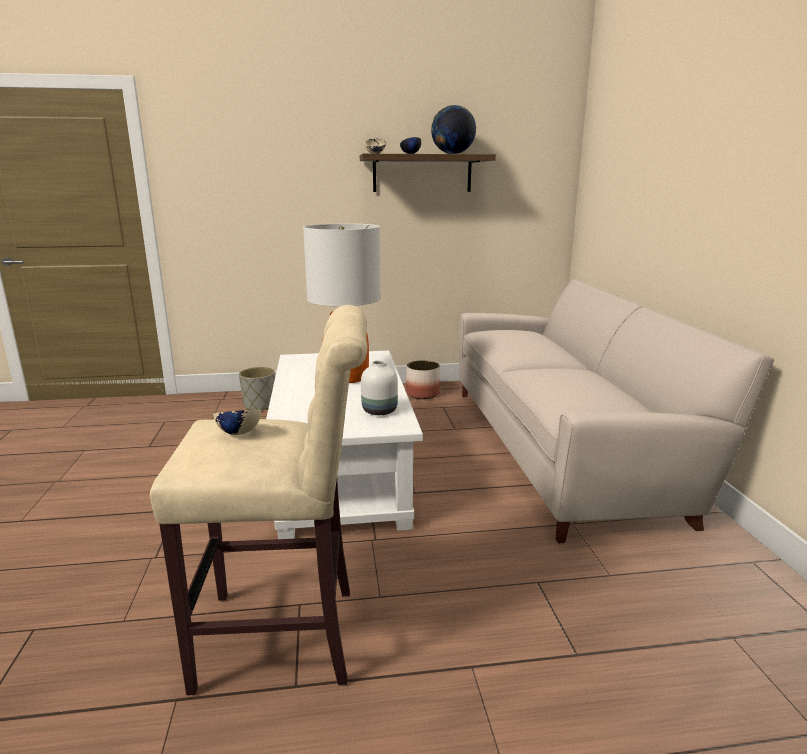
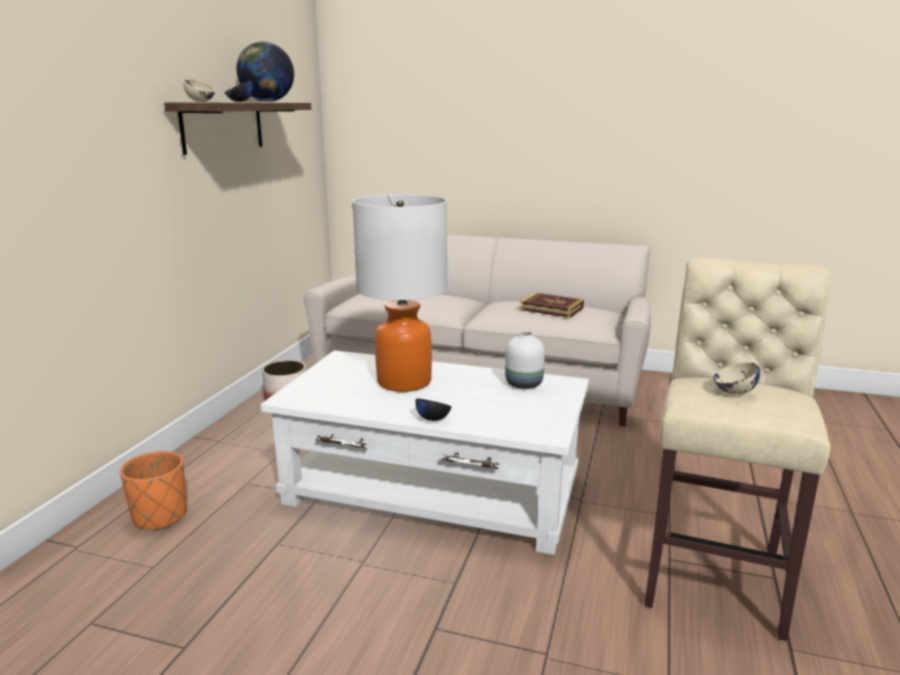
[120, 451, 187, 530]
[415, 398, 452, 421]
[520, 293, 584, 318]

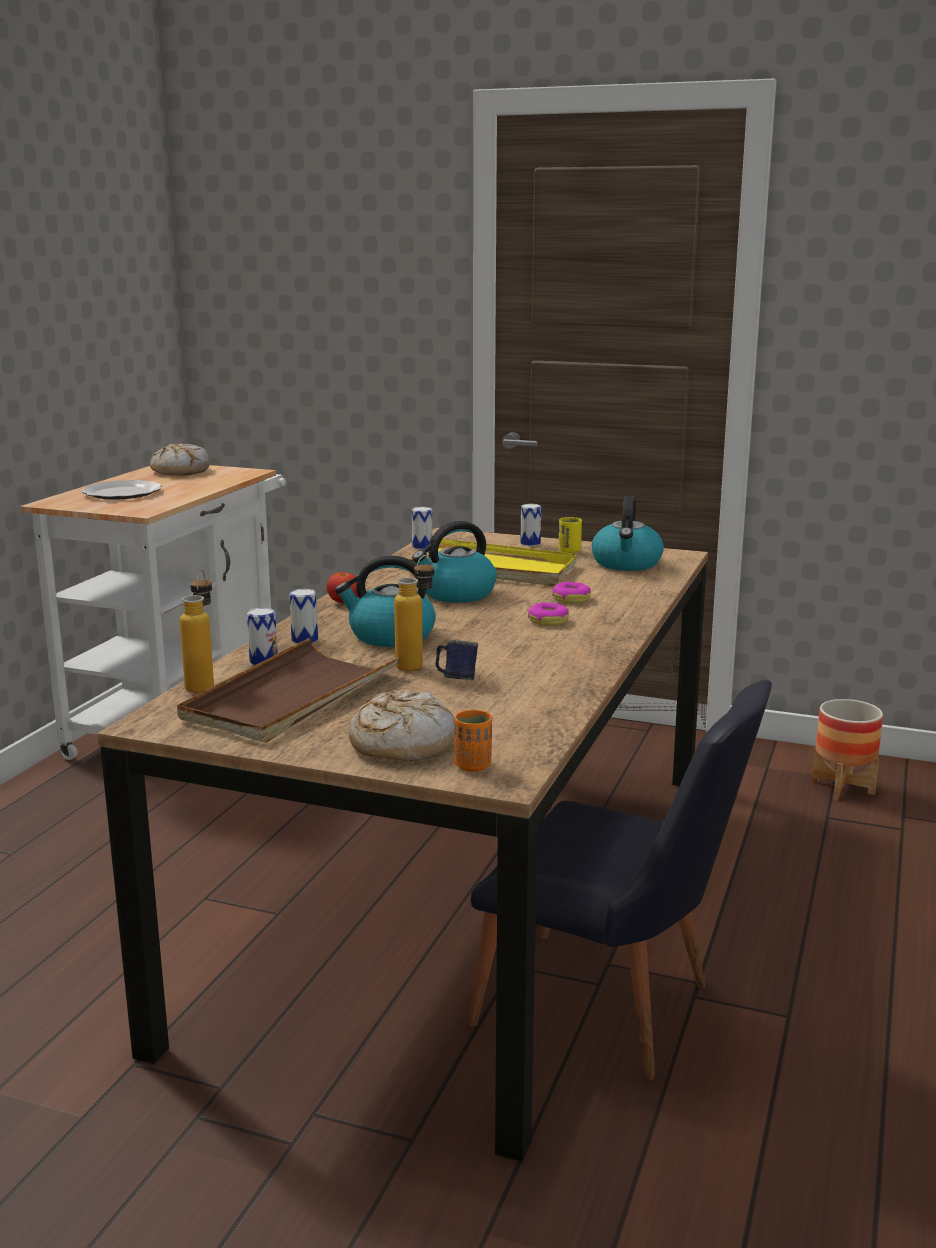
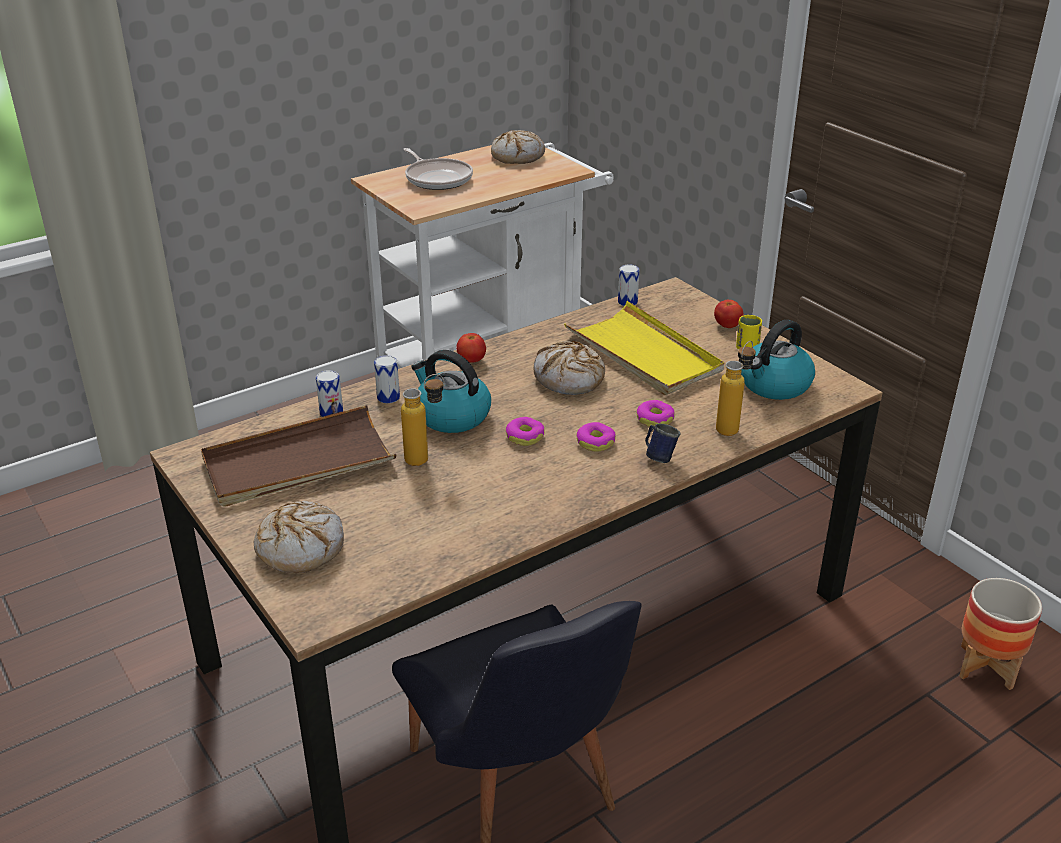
[403, 148, 473, 190]
[506, 417, 545, 446]
[534, 341, 605, 395]
[645, 423, 680, 463]
[714, 300, 743, 328]
[716, 341, 756, 436]
[454, 710, 492, 772] (first image)

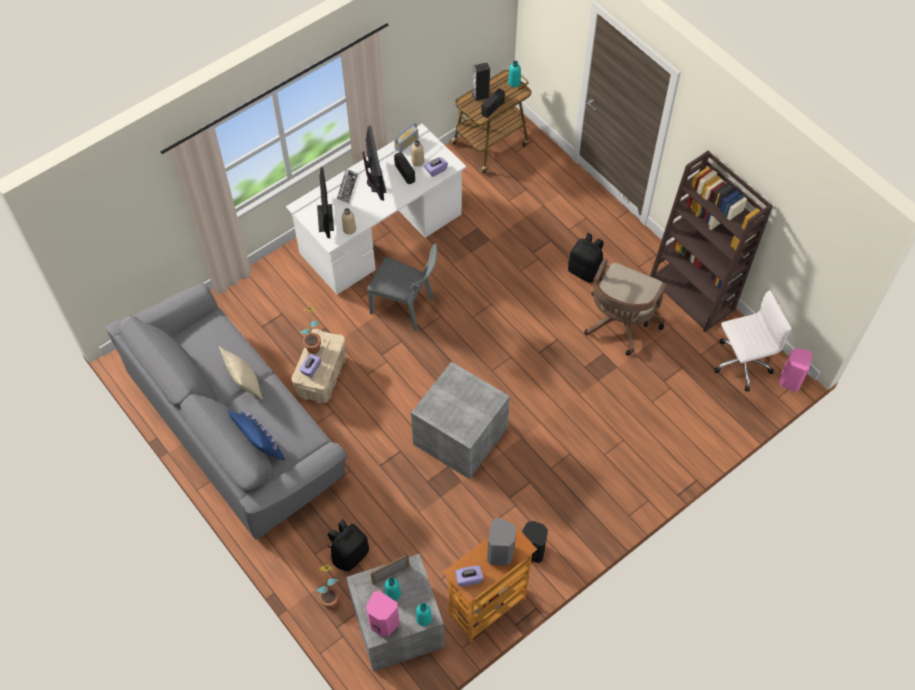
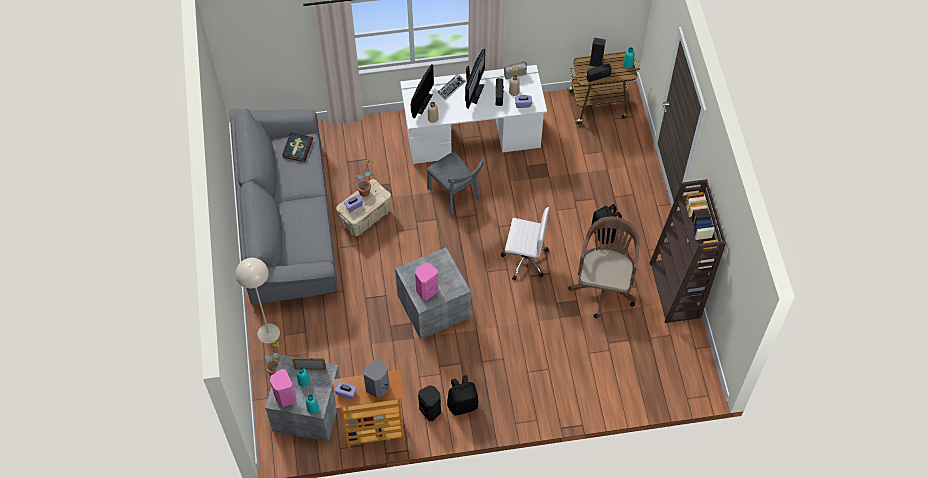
[235, 258, 280, 344]
[282, 133, 313, 162]
[415, 263, 438, 301]
[447, 375, 479, 416]
[501, 207, 549, 281]
[568, 216, 639, 318]
[219, 346, 263, 400] (first image)
[227, 410, 285, 460] (first image)

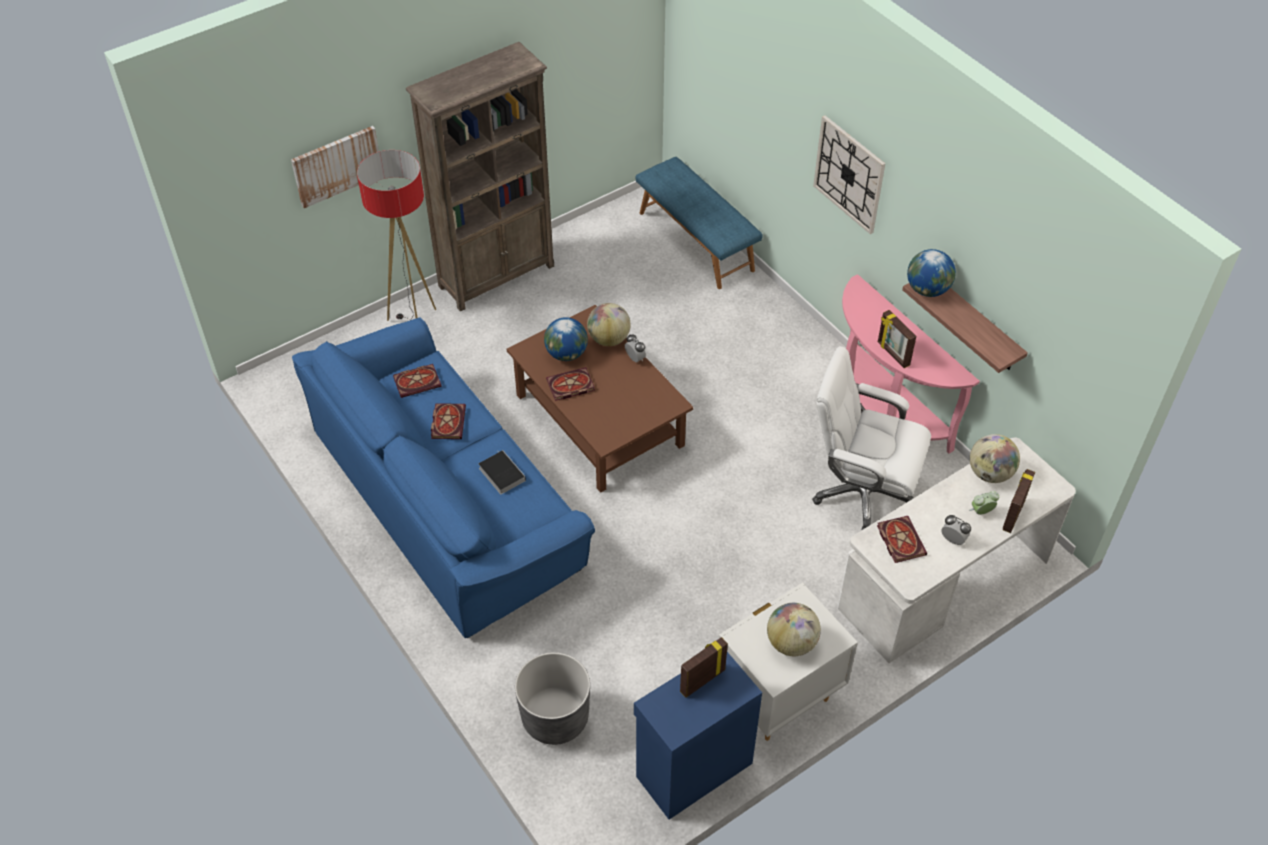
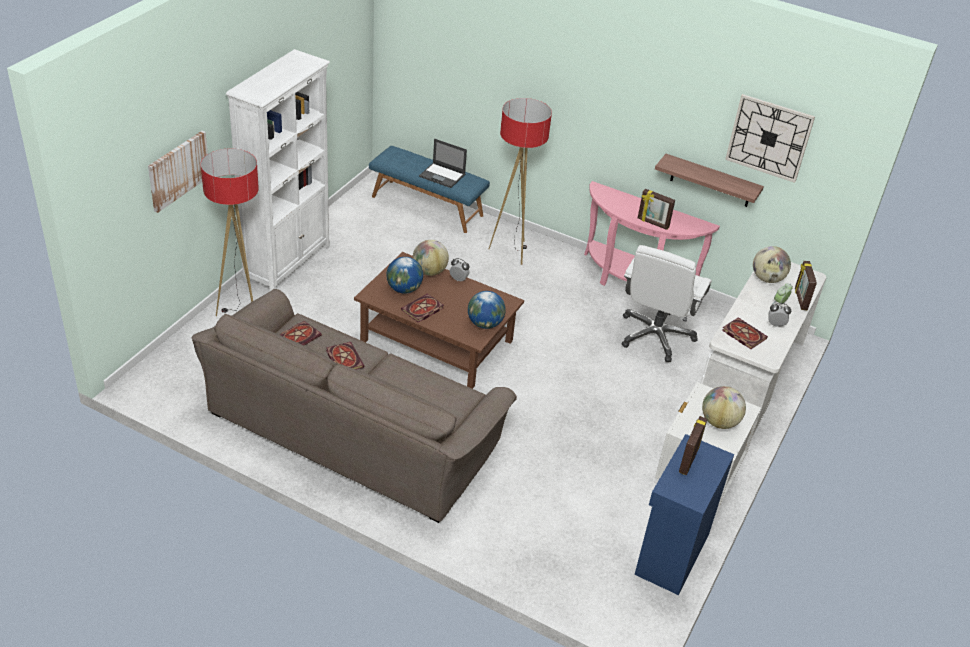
[191, 289, 517, 523]
[226, 49, 330, 292]
[419, 139, 467, 188]
[468, 291, 506, 329]
[489, 98, 552, 265]
[622, 245, 712, 362]
[725, 94, 815, 183]
[479, 450, 526, 494] (first image)
[515, 652, 590, 745] (first image)

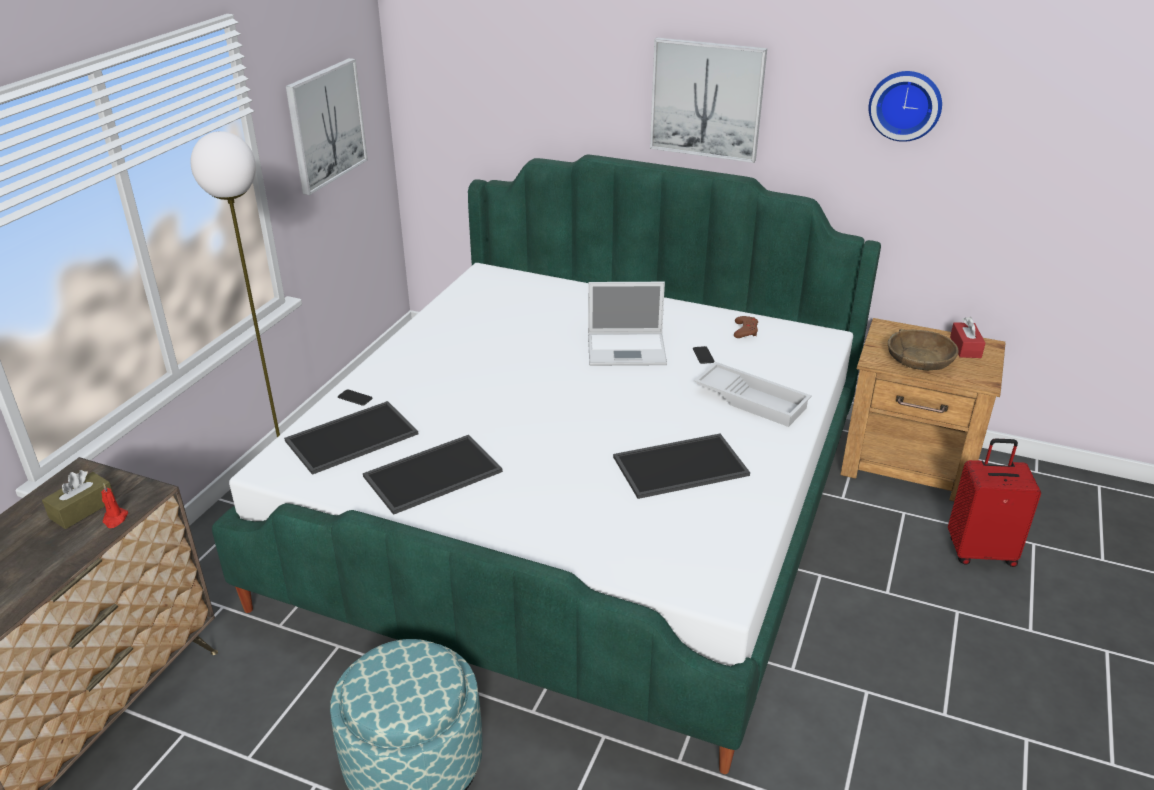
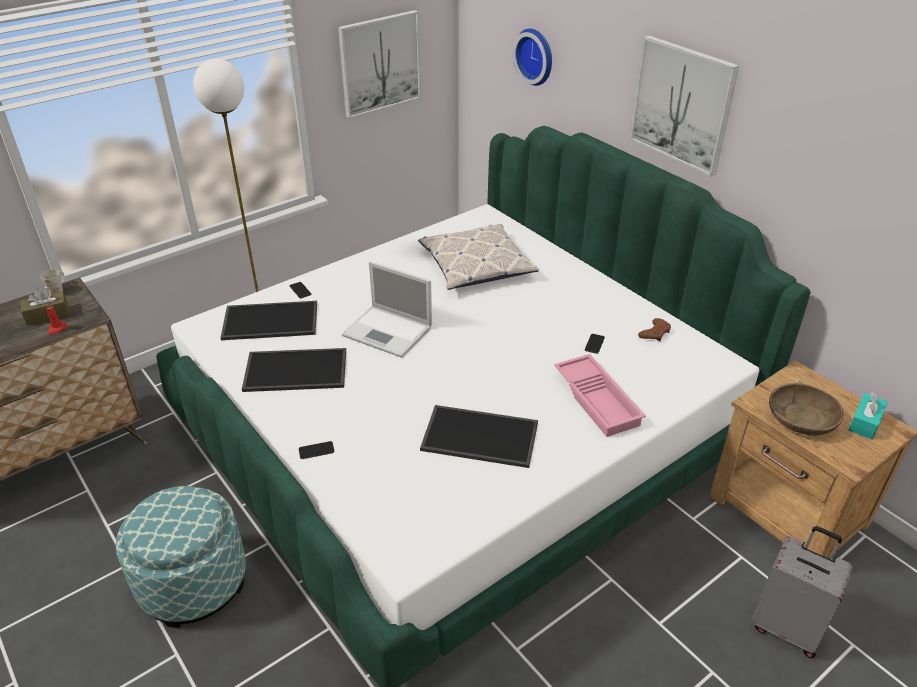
[41, 270, 65, 294]
[299, 441, 334, 459]
[342, 261, 432, 358]
[418, 224, 539, 290]
[513, 29, 552, 86]
[554, 354, 646, 437]
[752, 526, 853, 658]
[848, 392, 888, 439]

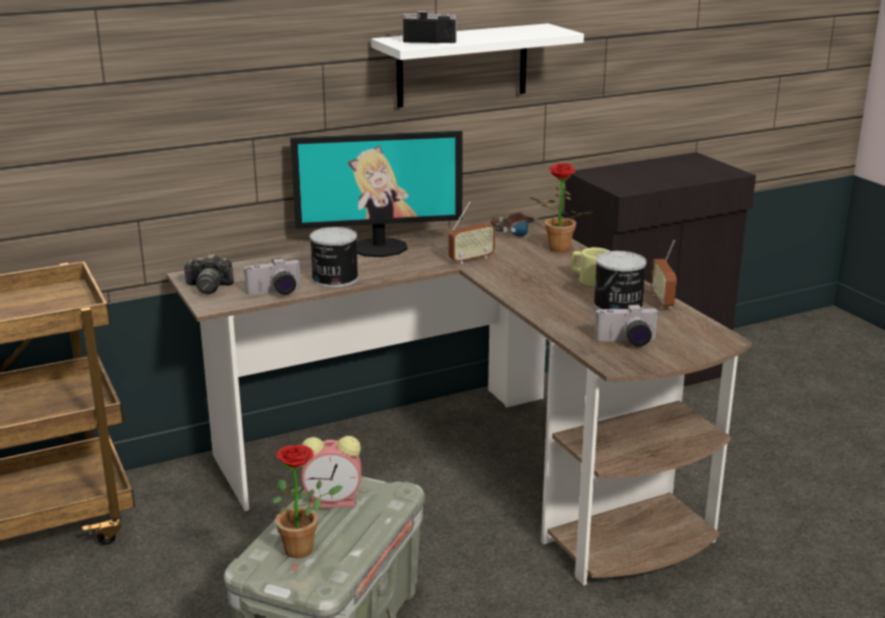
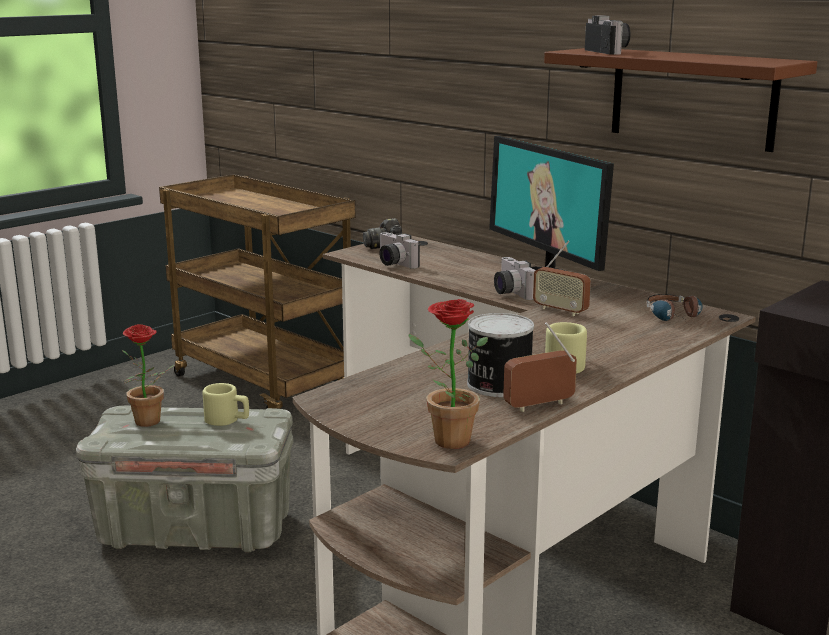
[203, 383, 249, 426]
[409, 299, 488, 449]
[494, 257, 535, 300]
[544, 48, 817, 152]
[310, 227, 358, 288] (first image)

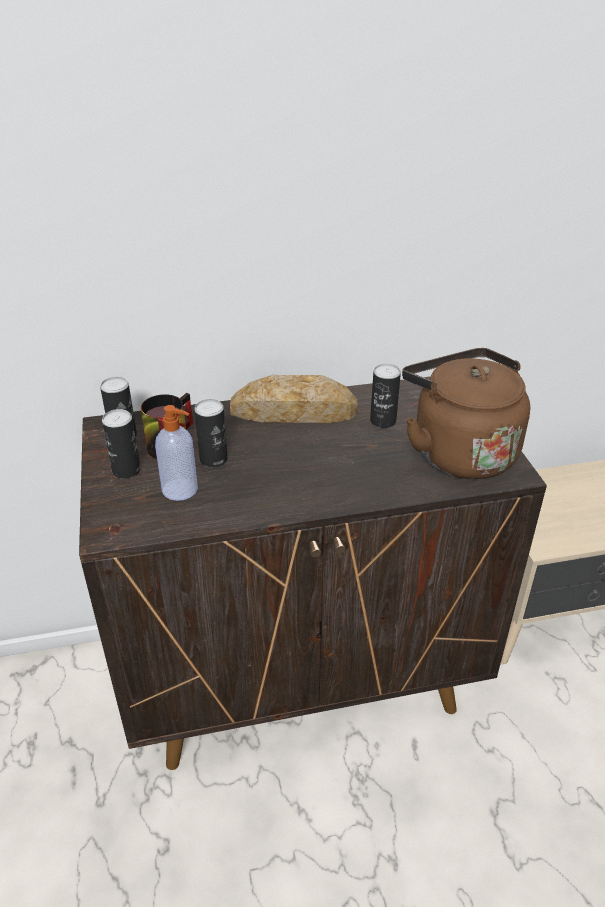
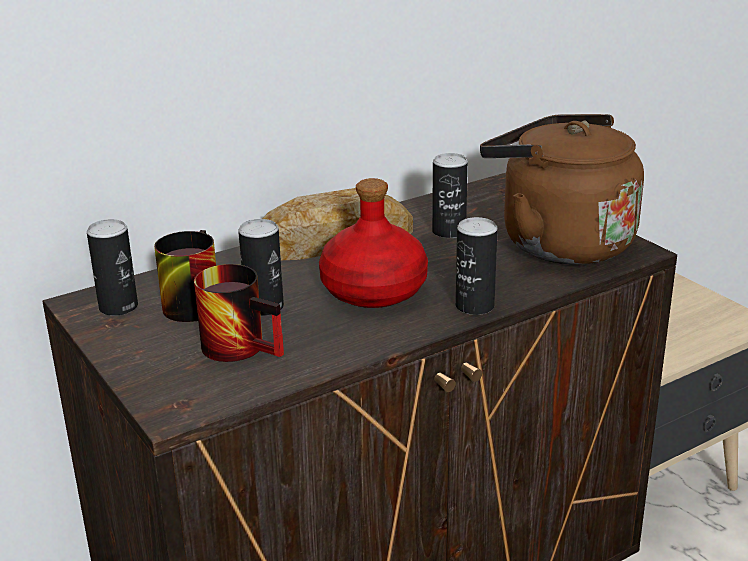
[194, 264, 284, 362]
[319, 178, 428, 308]
[456, 217, 498, 315]

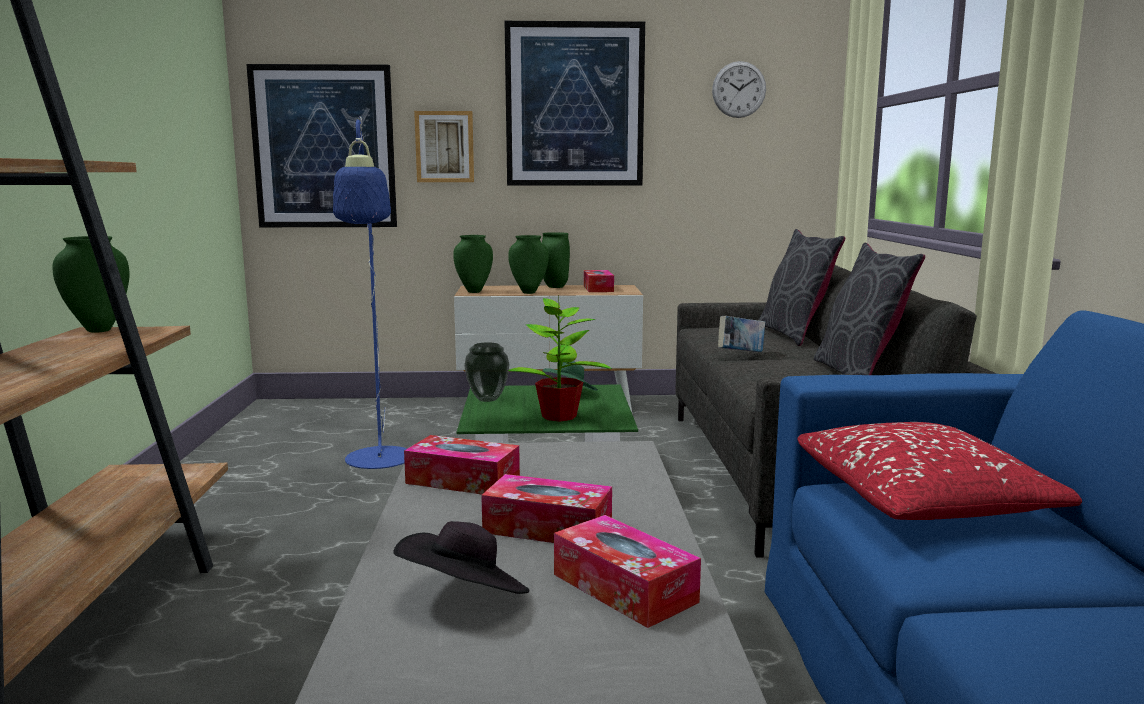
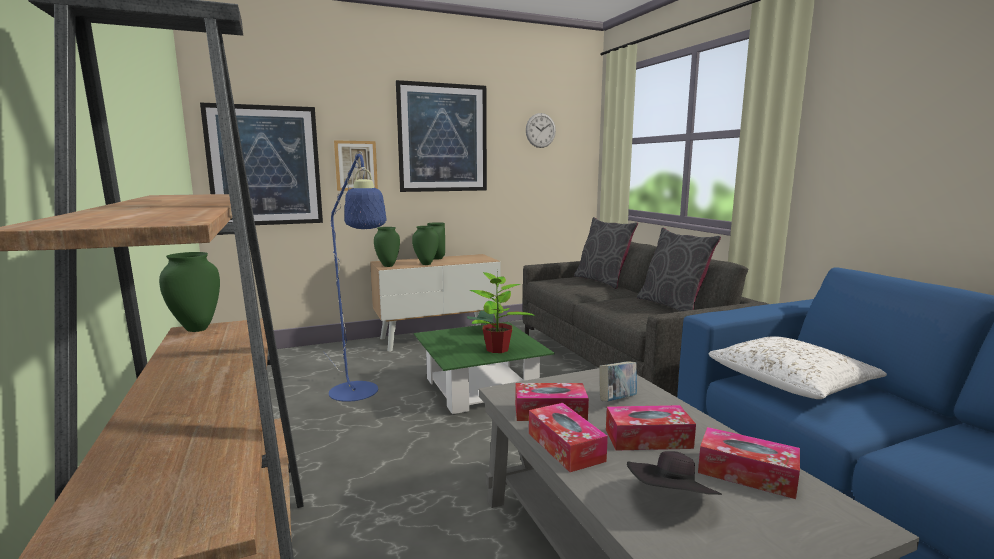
[529, 403, 608, 472]
[599, 361, 637, 402]
[709, 336, 887, 399]
[464, 342, 509, 402] (first image)

